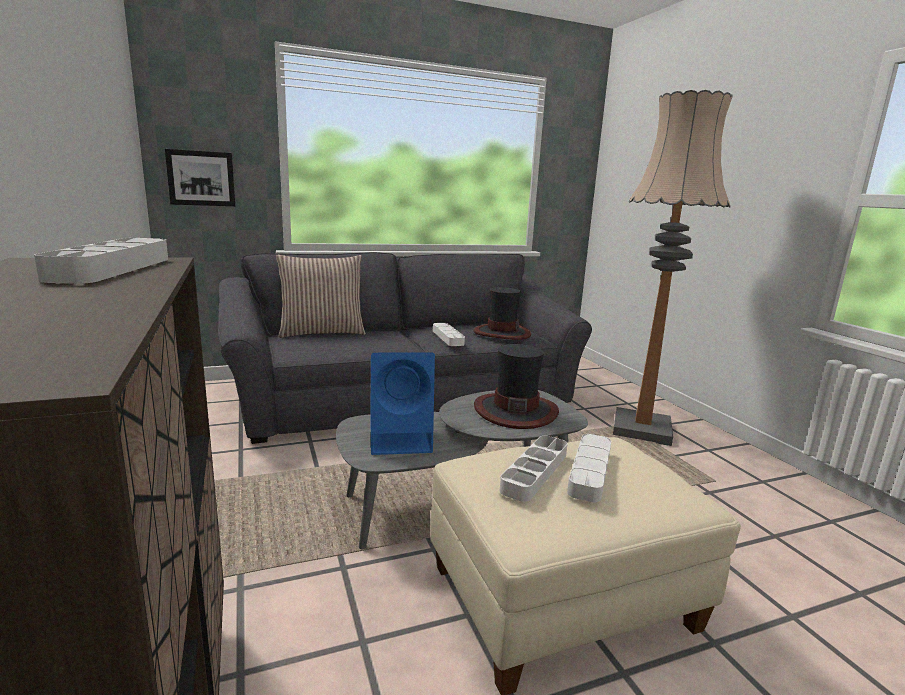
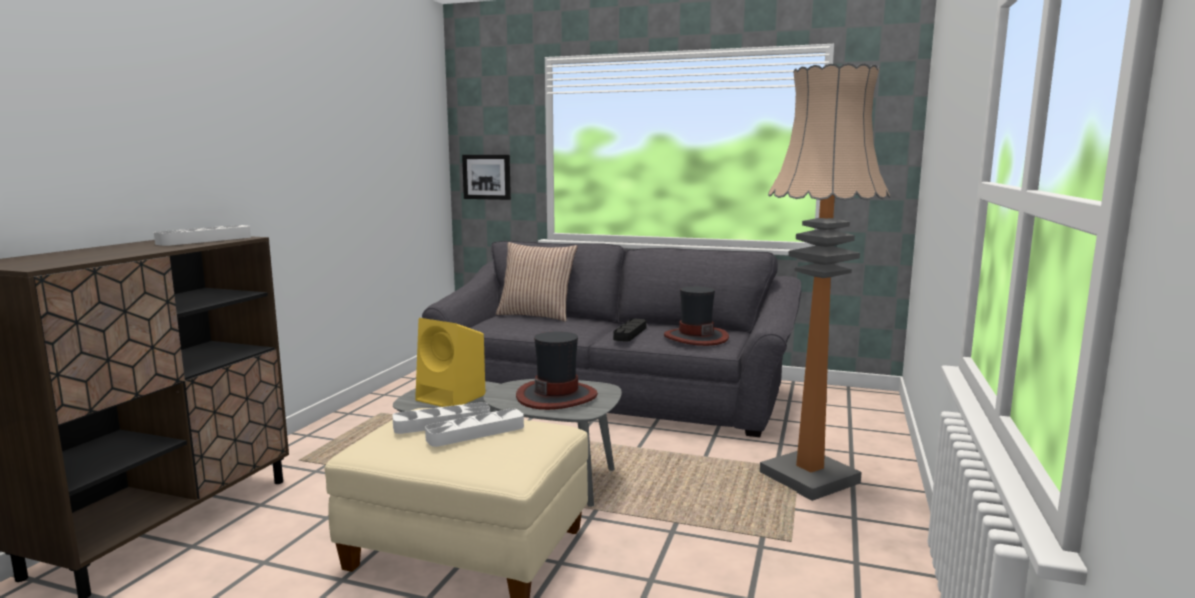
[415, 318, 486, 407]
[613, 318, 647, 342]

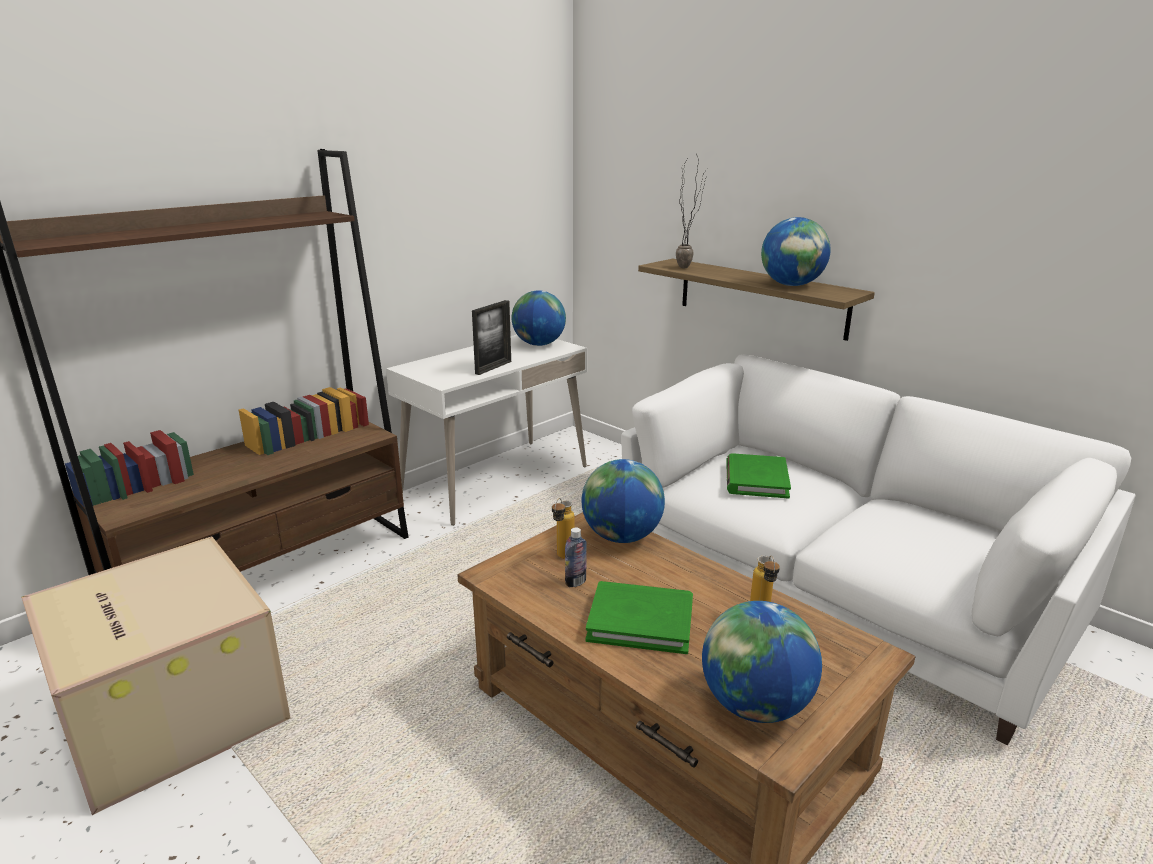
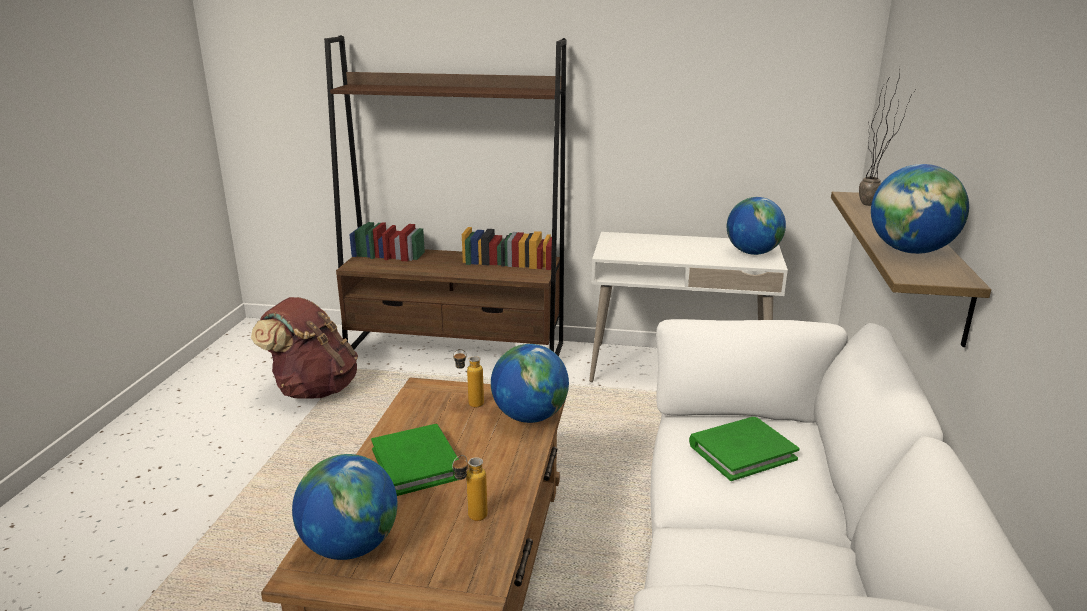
[251, 297, 358, 399]
[472, 300, 511, 375] (first image)
[565, 528, 587, 587] (first image)

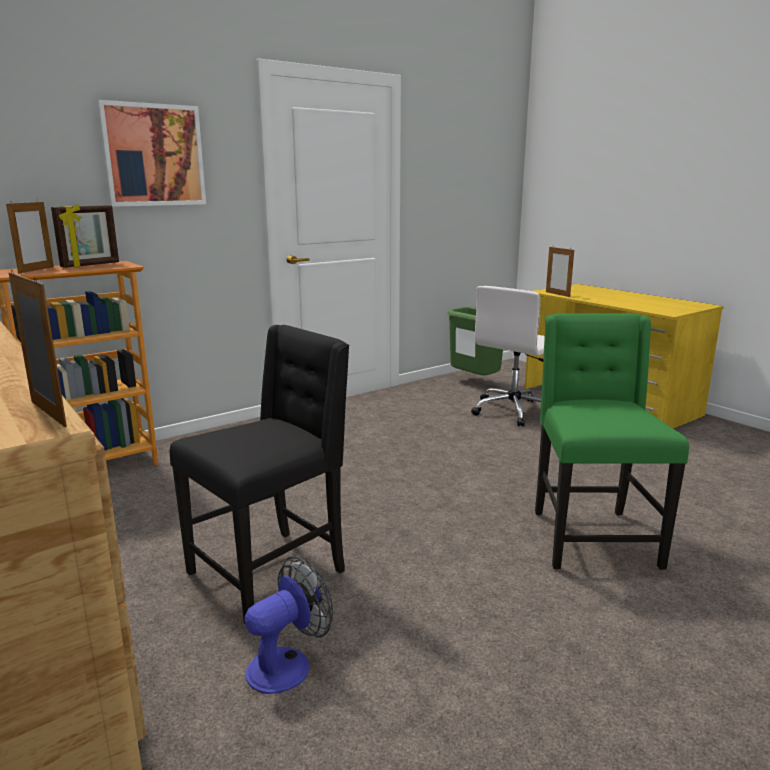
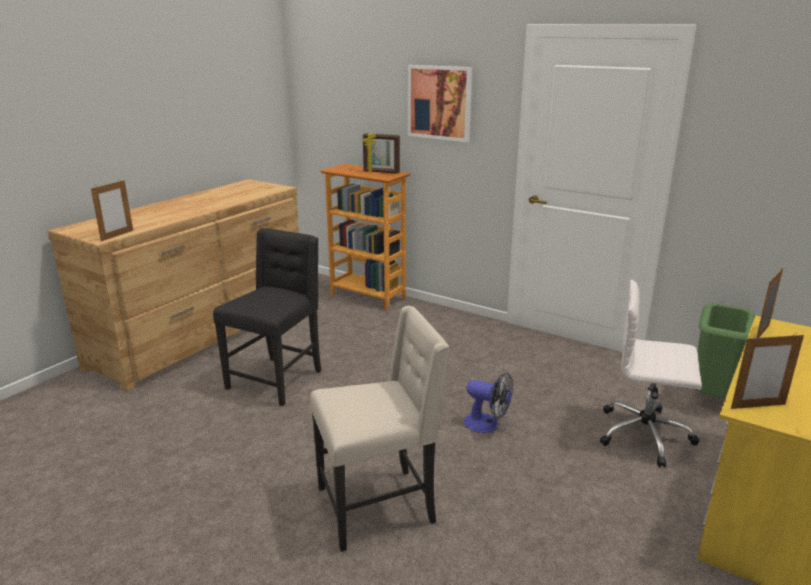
[213, 228, 321, 406]
[310, 306, 449, 552]
[464, 372, 513, 433]
[731, 334, 804, 409]

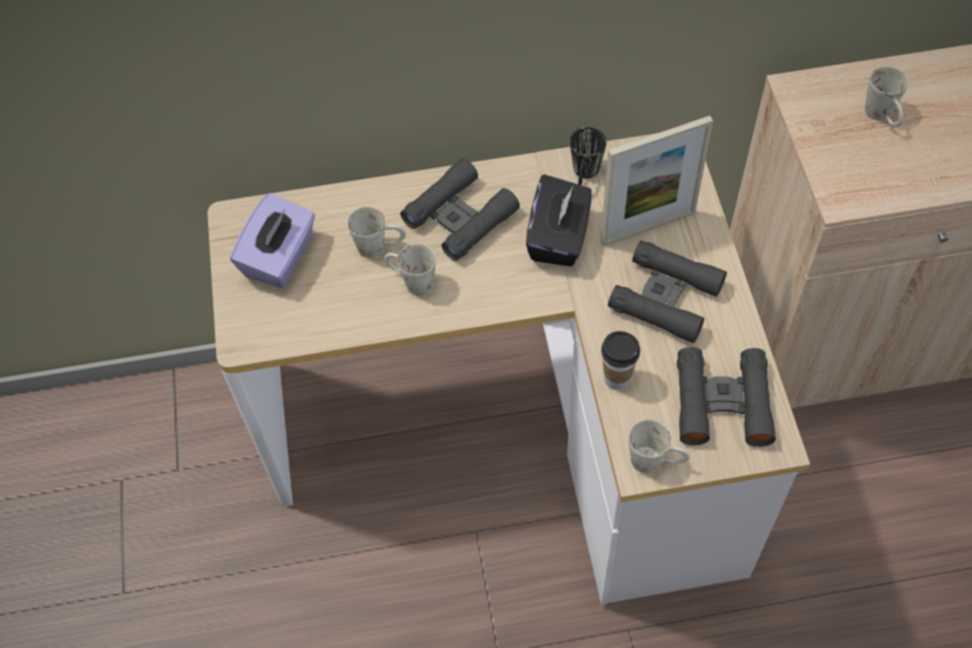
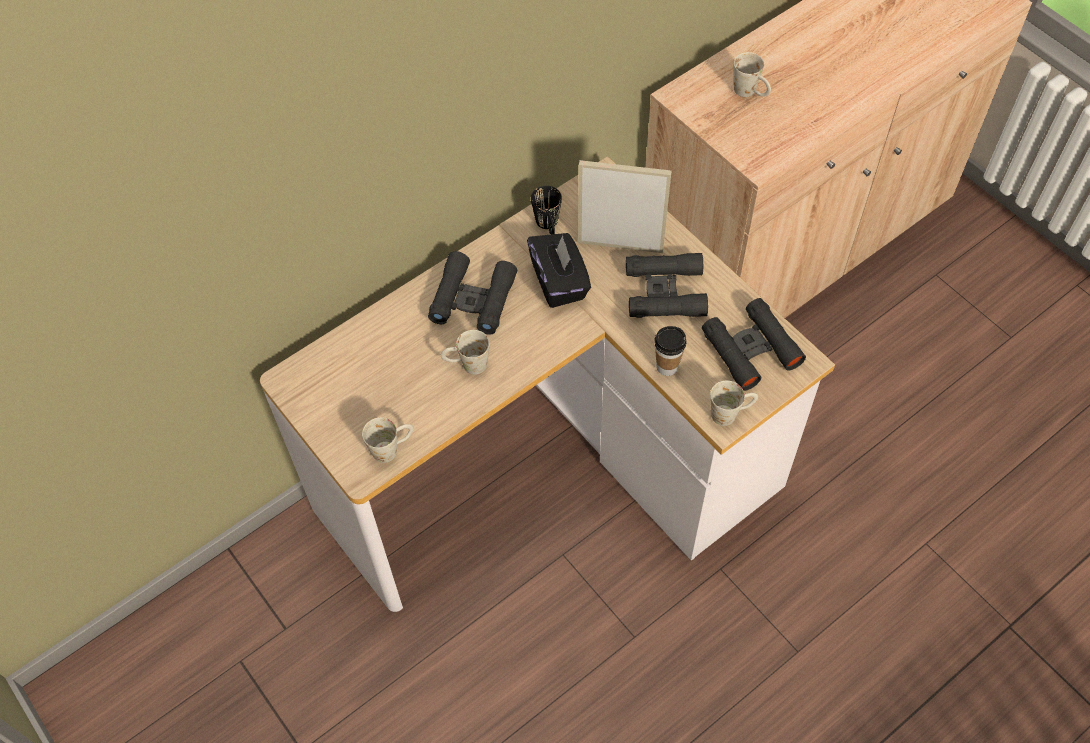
[362, 418, 414, 463]
[578, 160, 672, 253]
[230, 193, 315, 288] (first image)

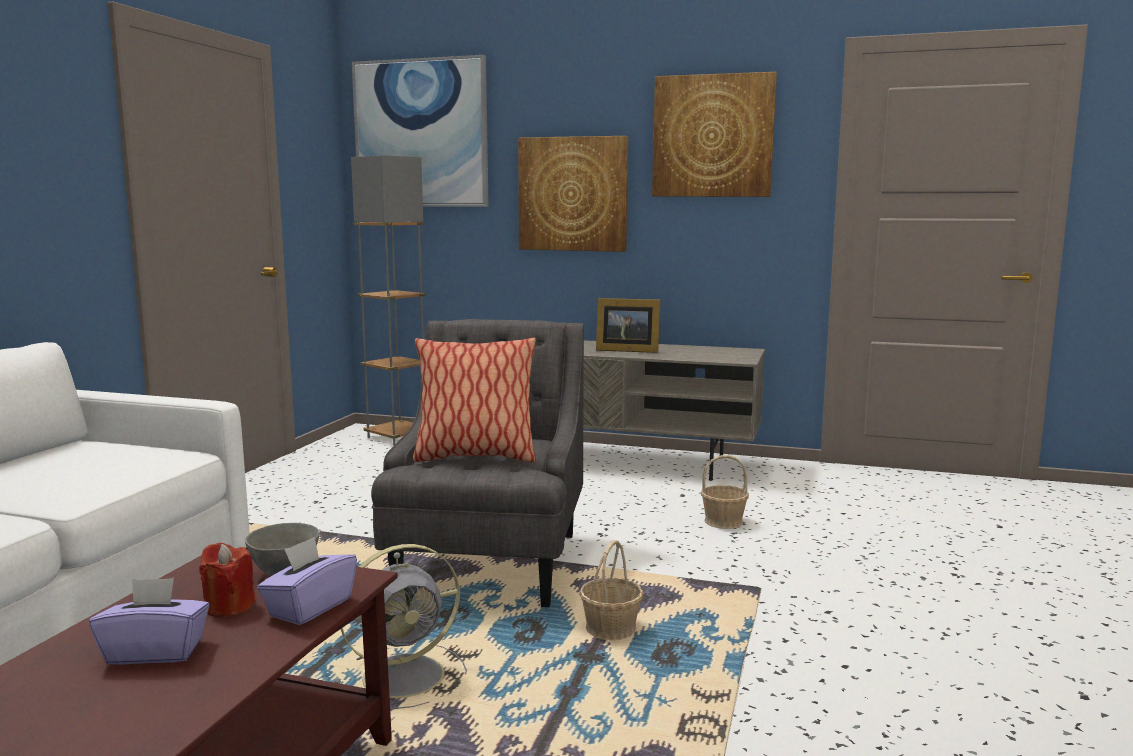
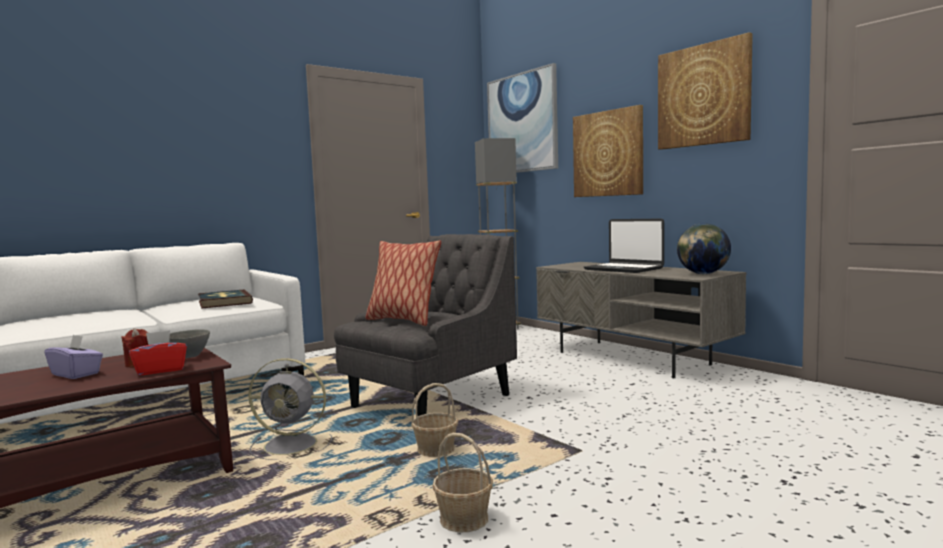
[129, 330, 187, 375]
[198, 290, 253, 308]
[432, 433, 493, 532]
[584, 218, 664, 273]
[677, 223, 731, 274]

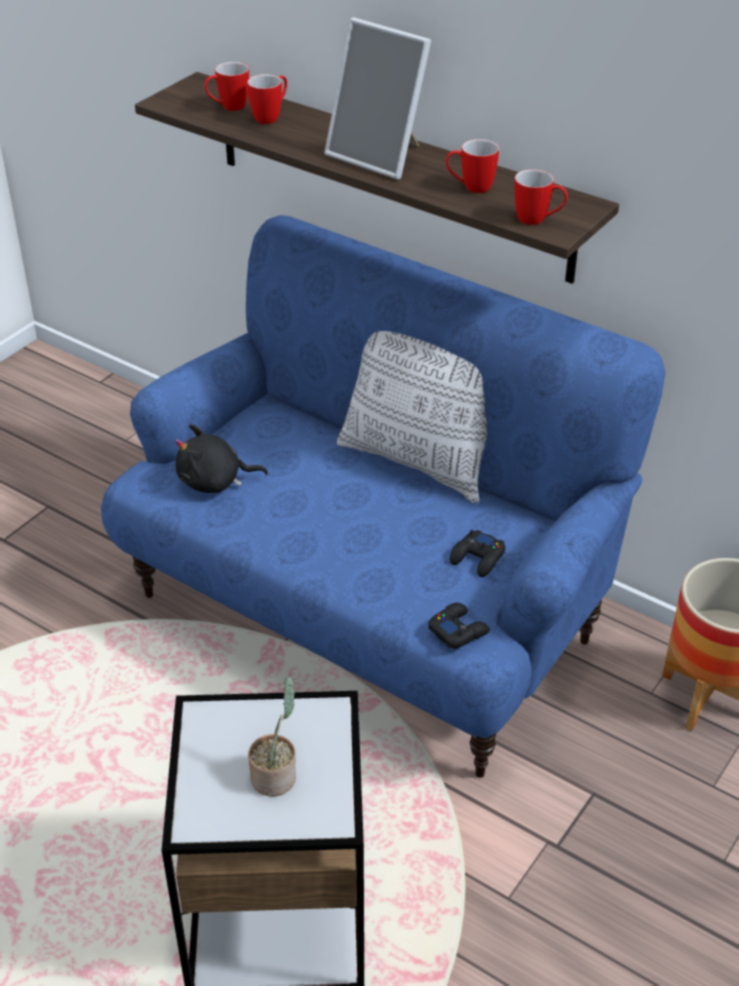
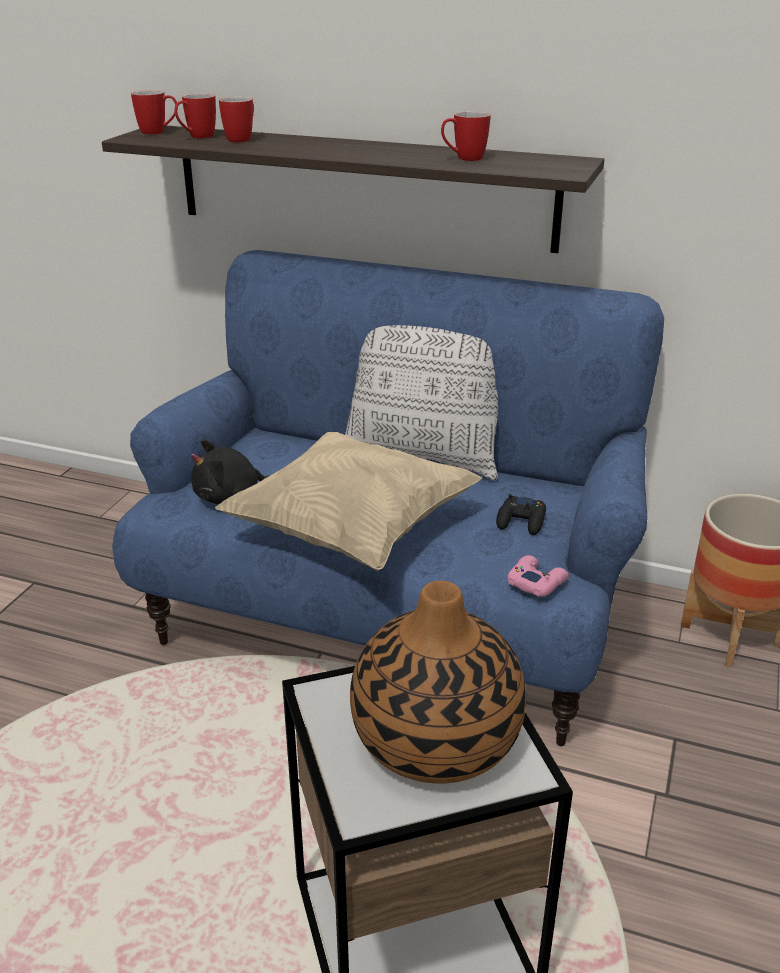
[131, 90, 178, 135]
[215, 432, 483, 571]
[350, 580, 526, 783]
[507, 555, 569, 597]
[324, 18, 431, 179] (first image)

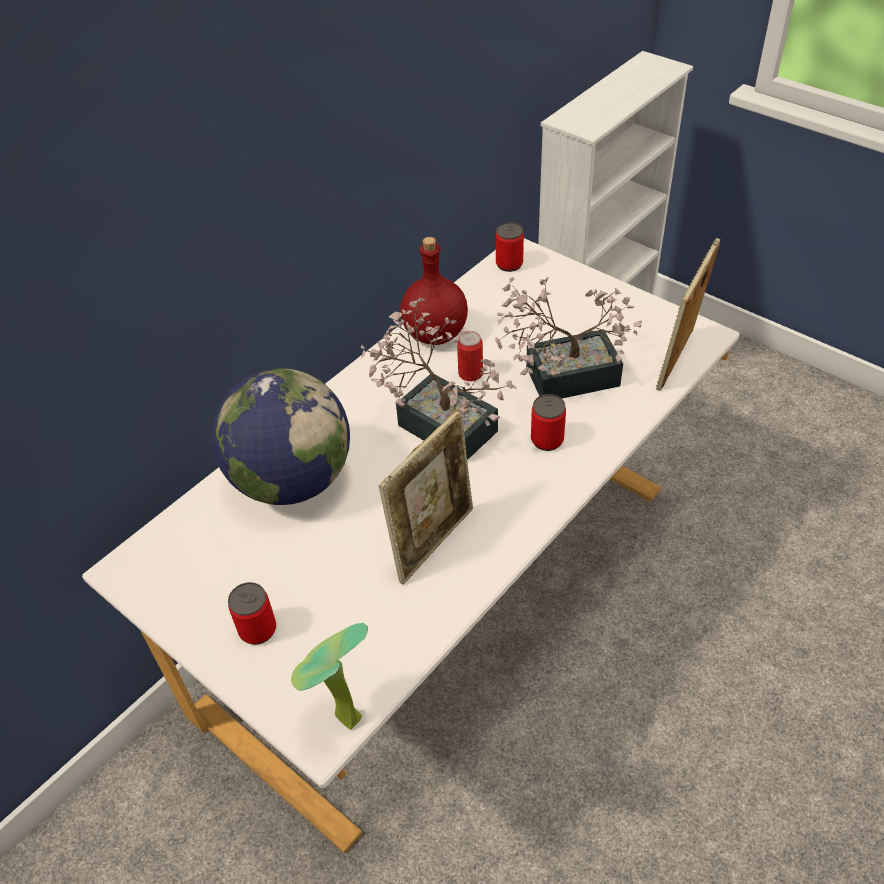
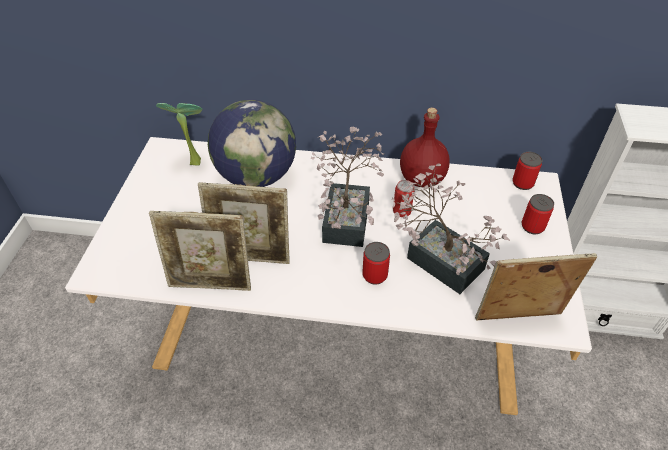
[149, 211, 251, 291]
[156, 103, 203, 166]
[522, 194, 554, 234]

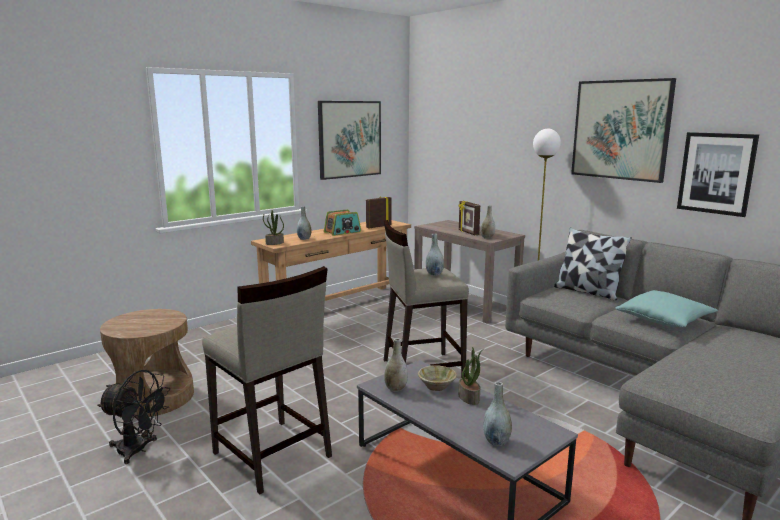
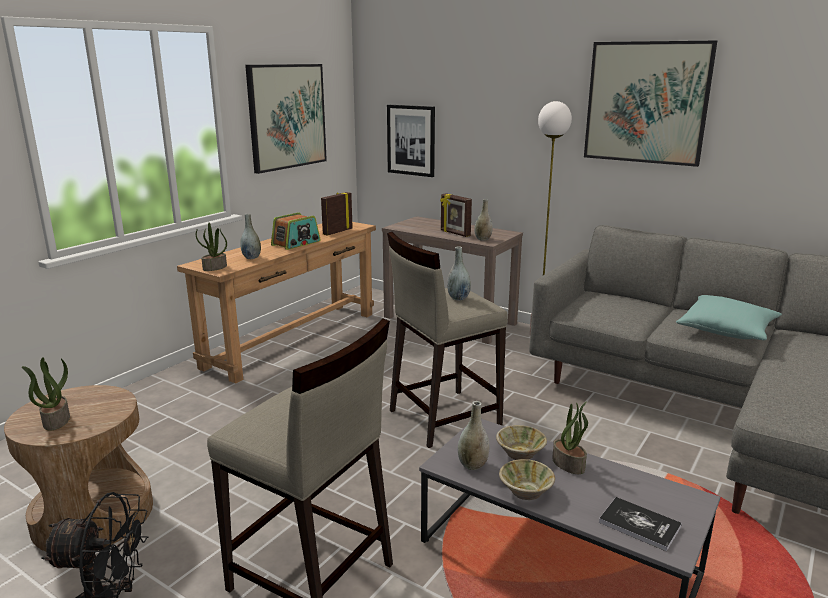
[22, 357, 70, 430]
[387, 105, 435, 177]
[499, 459, 555, 500]
[599, 497, 682, 552]
[554, 227, 632, 301] (first image)

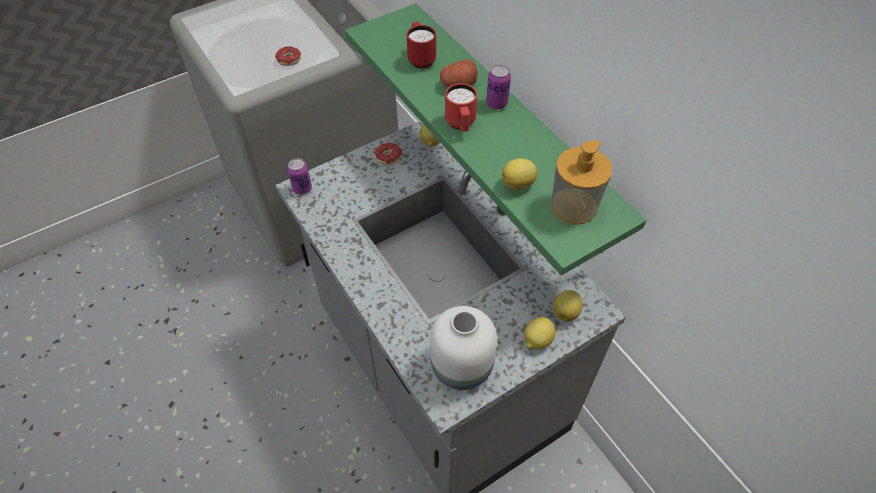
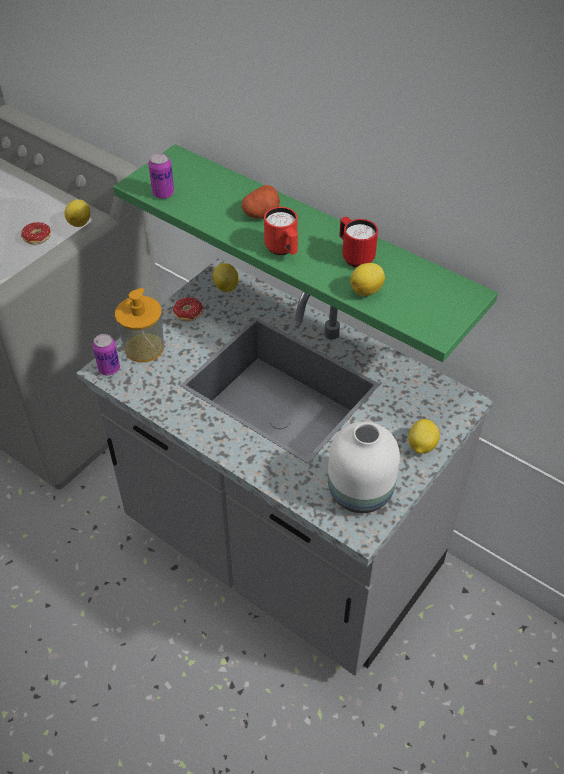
[64, 199, 90, 227]
[115, 288, 164, 362]
[148, 153, 174, 199]
[339, 217, 378, 268]

